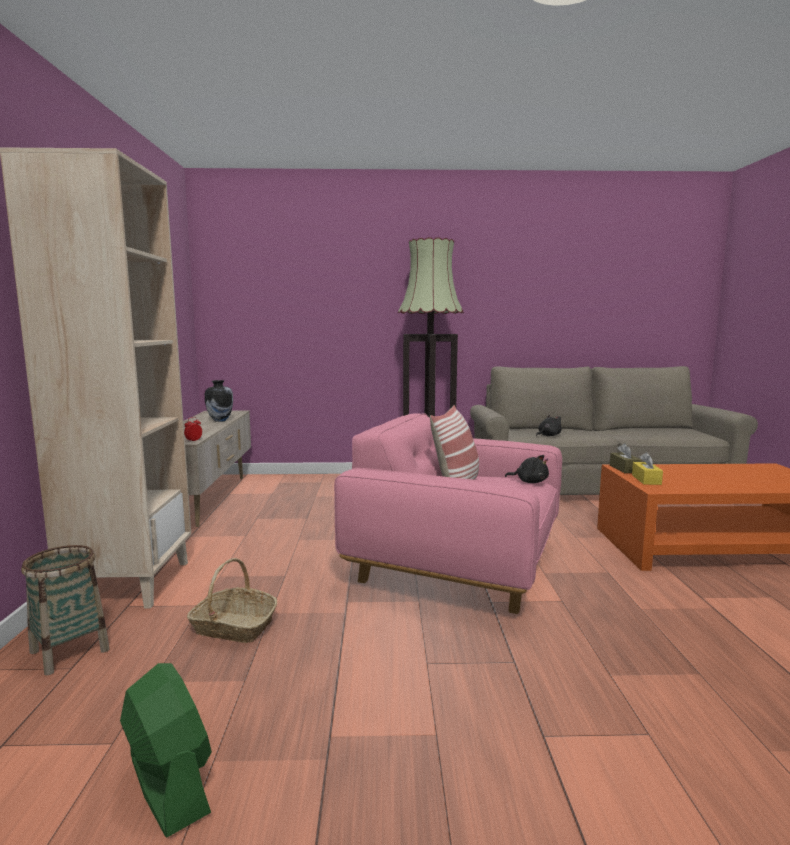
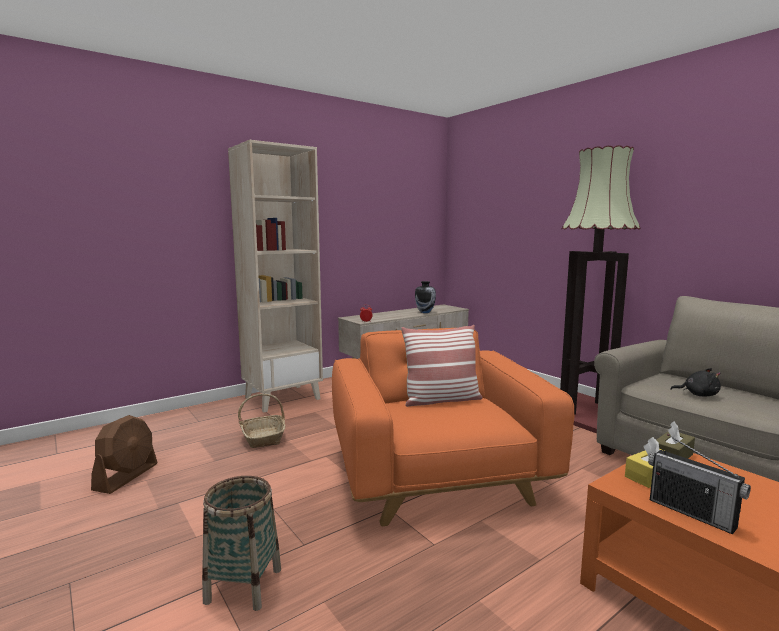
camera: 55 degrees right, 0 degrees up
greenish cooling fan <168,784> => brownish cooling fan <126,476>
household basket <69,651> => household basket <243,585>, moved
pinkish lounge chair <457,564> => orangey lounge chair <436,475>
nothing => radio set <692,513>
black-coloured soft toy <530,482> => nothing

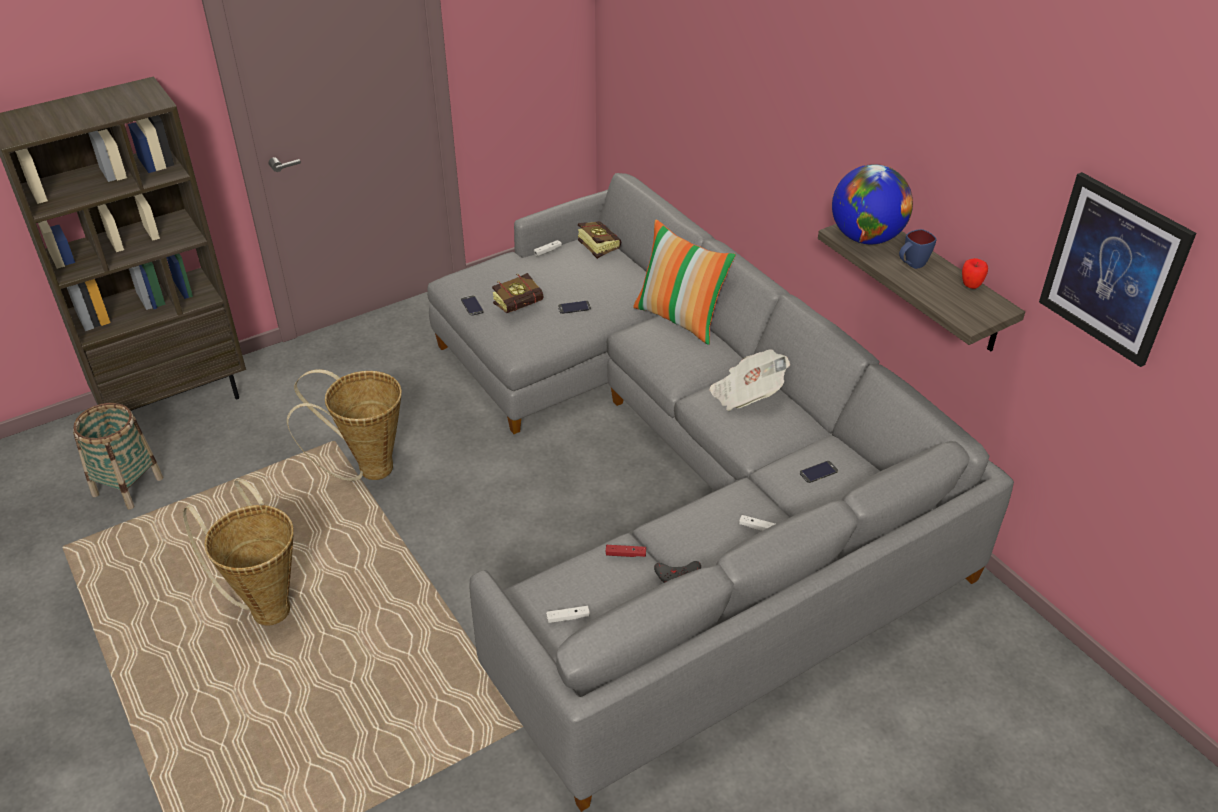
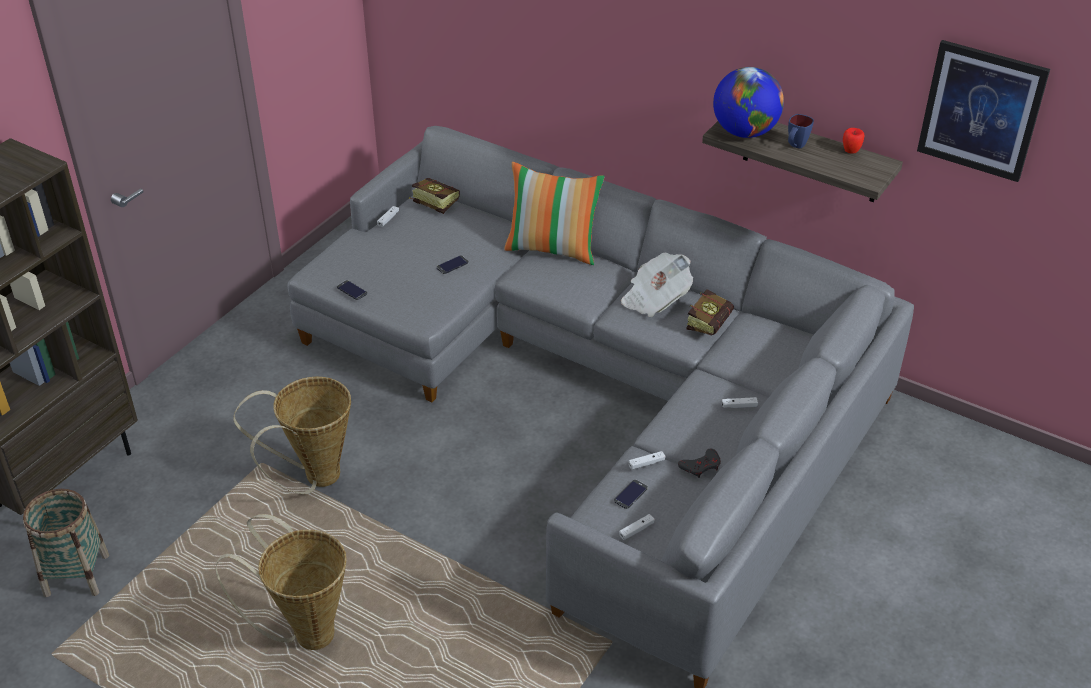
camera: 25 degrees left, 0 degrees up
phone <818,472> => phone <630,494>, moved
reddish game controller <625,554> => white game controller <646,463>
volume <523,305> => volume <711,322>, moved

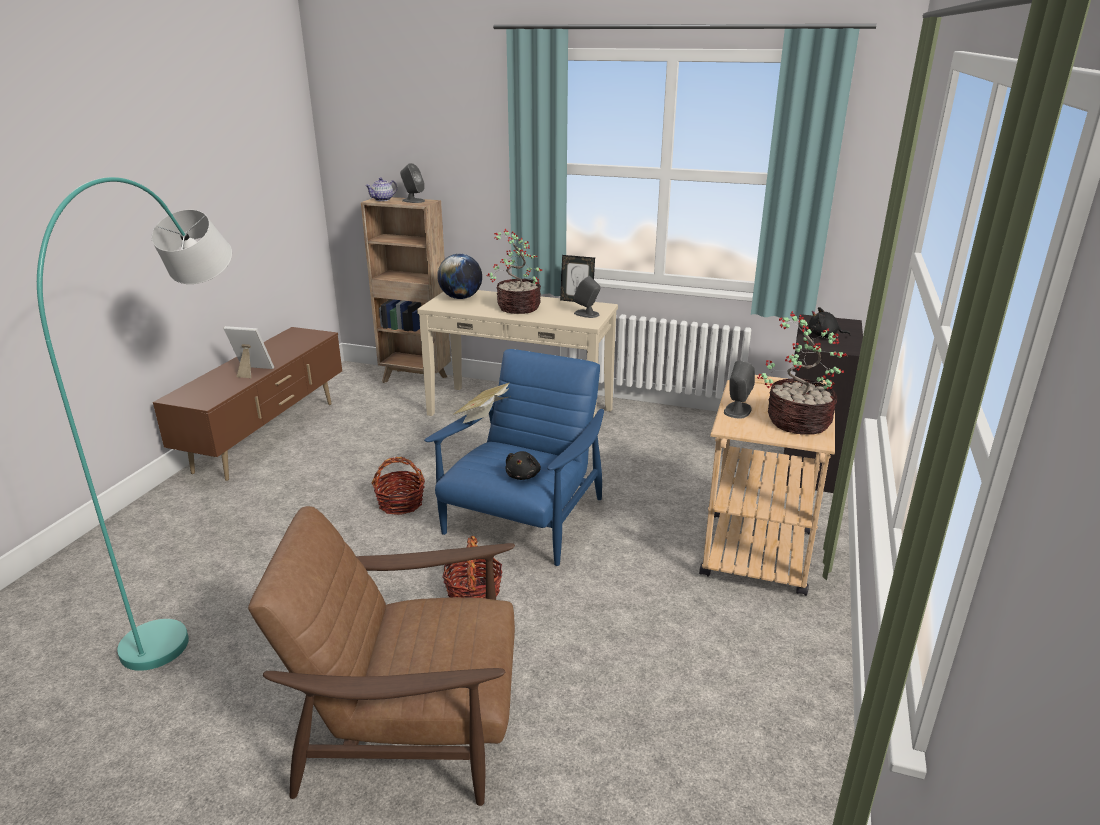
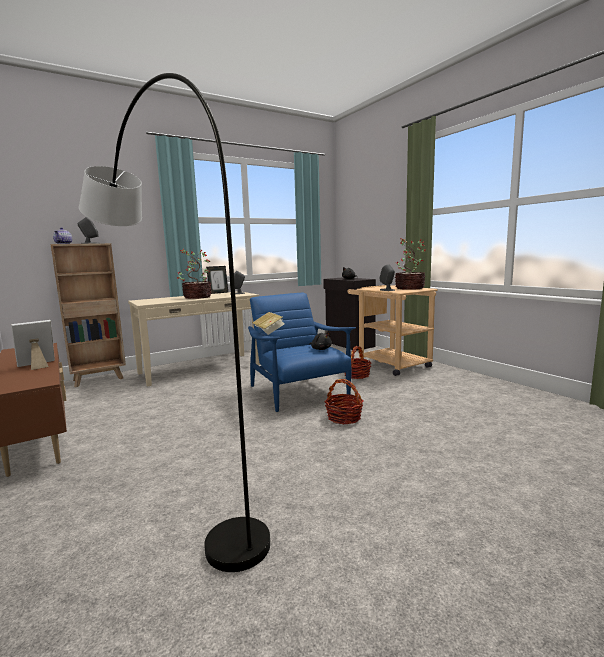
camera: 50 degrees left, 15 degrees down
turquoise standing lamp <211,573> => grey standing lamp <178,496>
household basket <401,503> => household basket <356,375>, moved
brownish lounge chair <411,725> => nothing
globe <461,298> => nothing

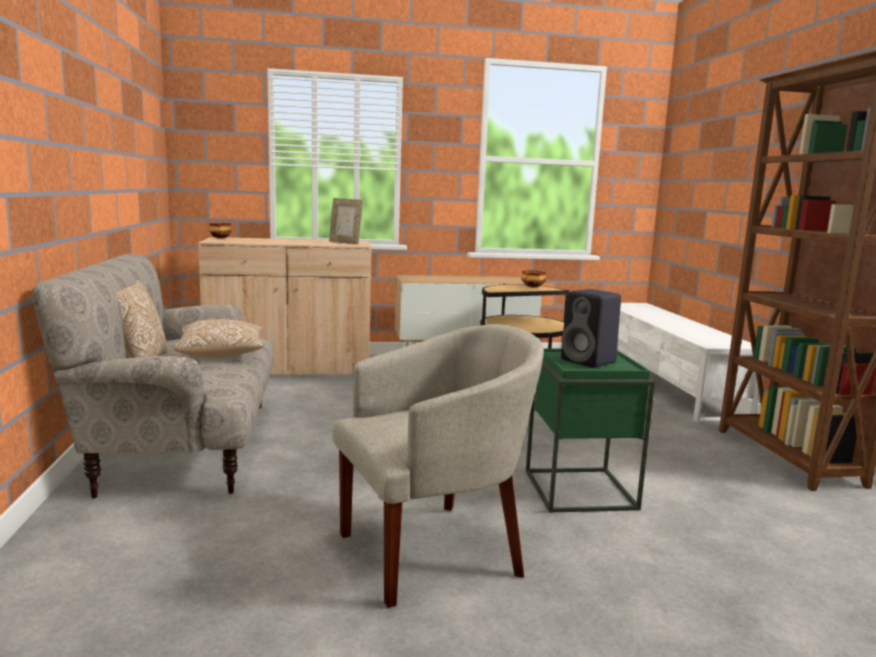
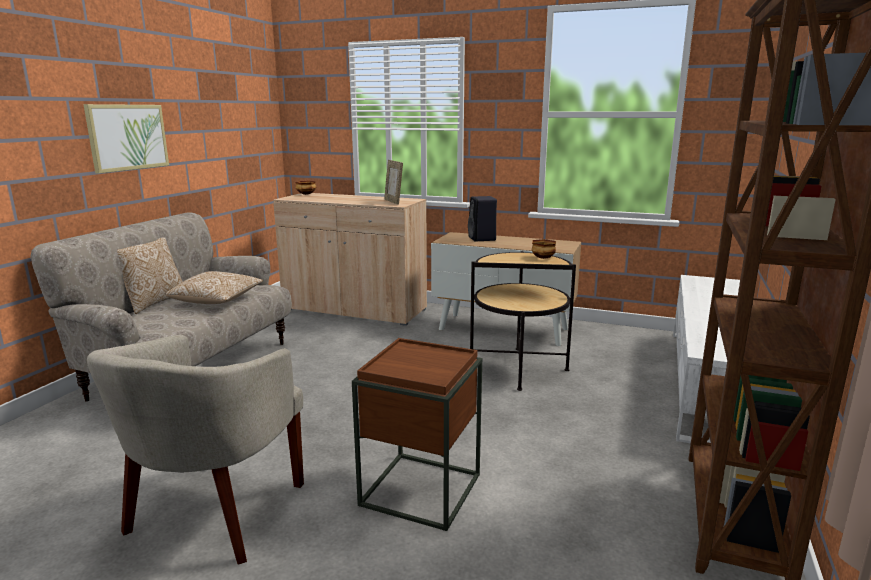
camera: 30 degrees right, 5 degrees up
nothing => picture <127,137>
beige-coloured lounge chair <434,550> => beige-coloured lounge chair <215,513>, 105 degrees clockwise
greenish accent table <580,489> => brownish accent table <421,489>
black-coloured audio speaker <590,361> => black-coloured audio speaker <482,239>, moved

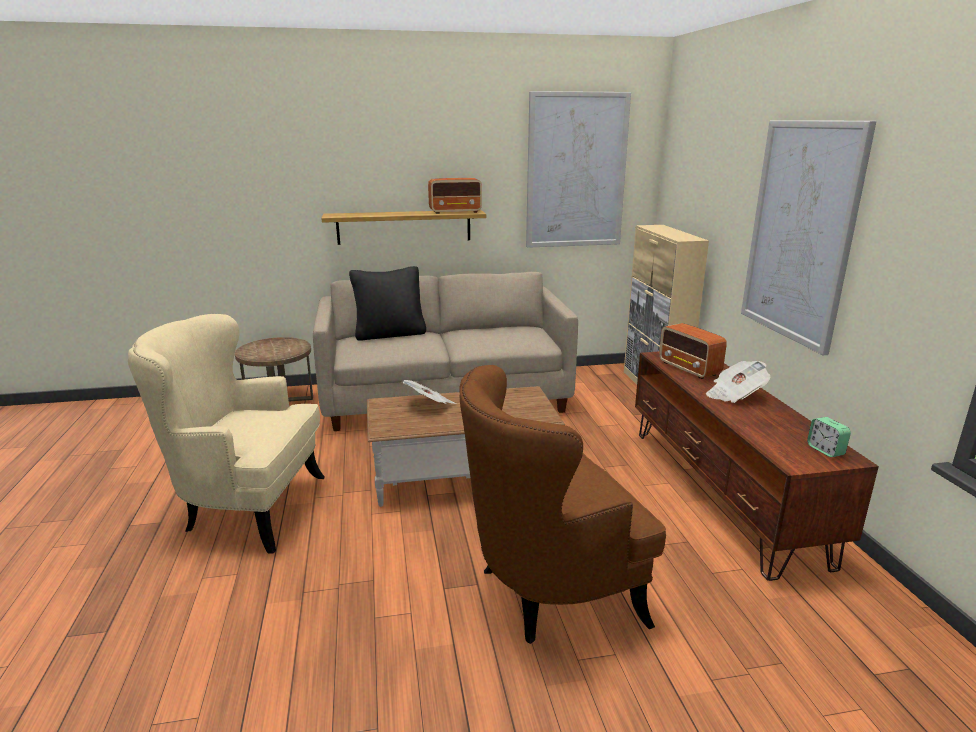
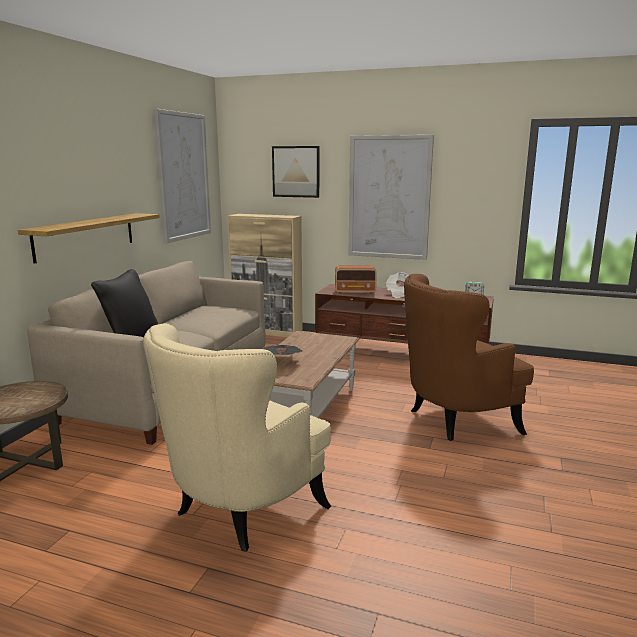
camera: 60 degrees left, 5 degrees down
nothing => picture <296,171>
brownish lounge chair <548,592> => brownish lounge chair <455,420>, 60 degrees clockwise
radio set <455,212> => nothing

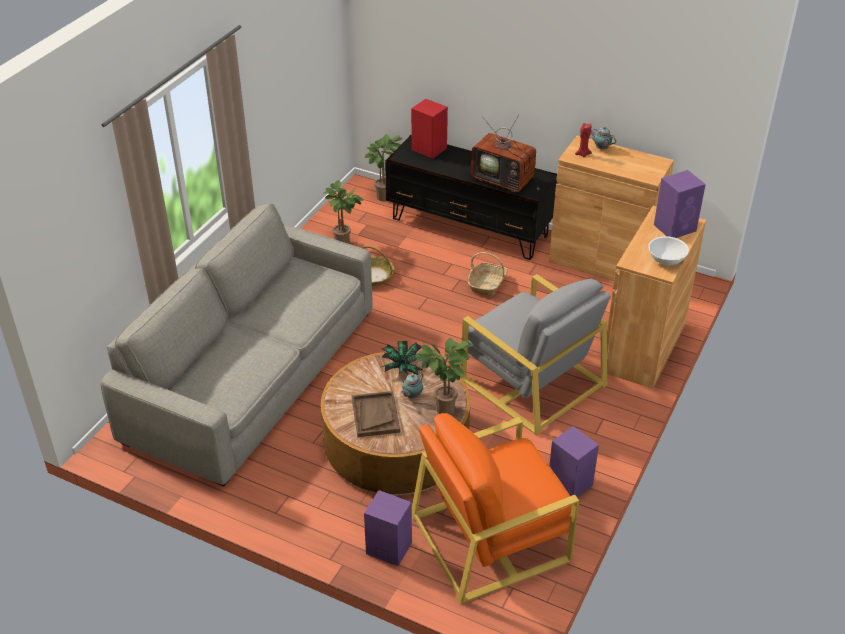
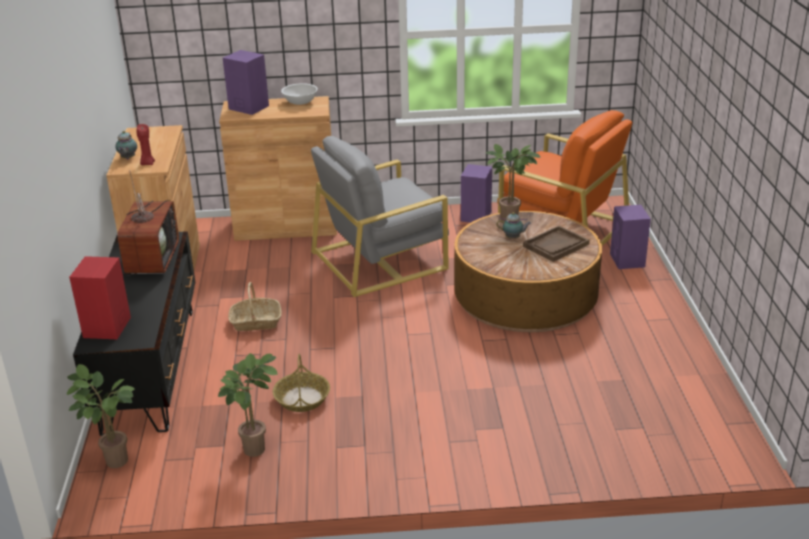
camera: 120 degrees left, 10 degrees down
grey lounge chair <532,381> => grey lounge chair <380,259>, 135 degrees counterclockwise
grey settee <252,375> => nothing
potted plant <403,367> => nothing

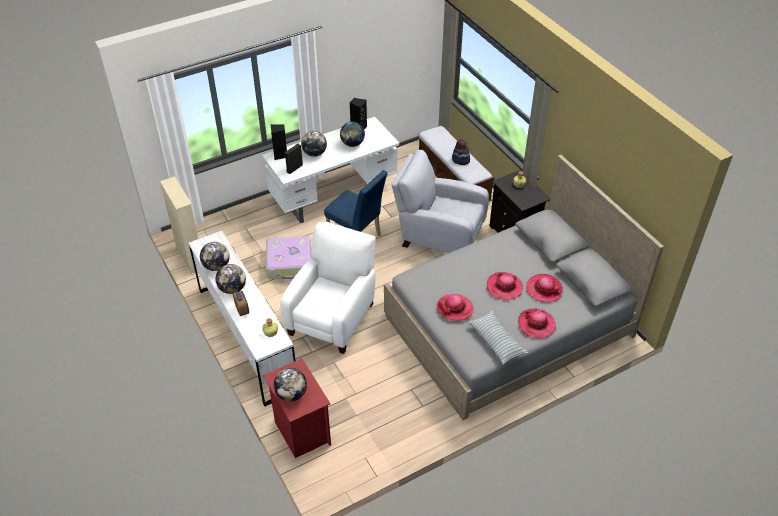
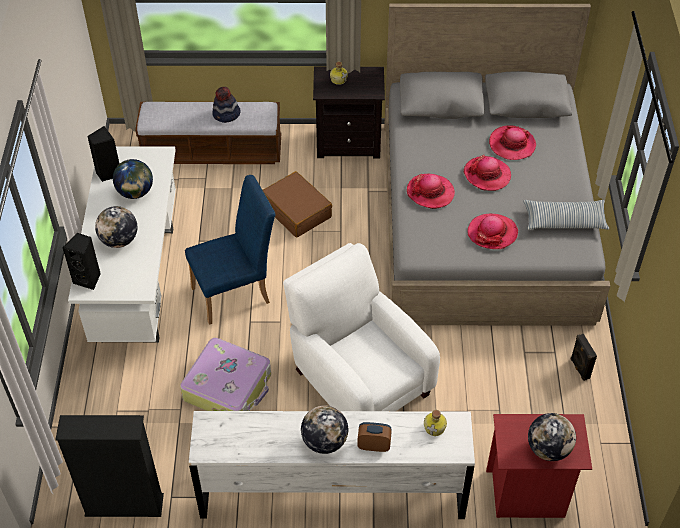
camera: 60 degrees left, 5 degrees up
beige-coloured bookcase <190,258> => black-coloured bookcase <124,505>
grey lounge chair <439,235> => brownish piece of luggage <297,211>
wearable hat <536,324> => wearable hat <430,192>, moved
black-coloured audio speaker <294,168> => black-coloured audio speaker <579,368>, moved
globe <216,266> => nothing

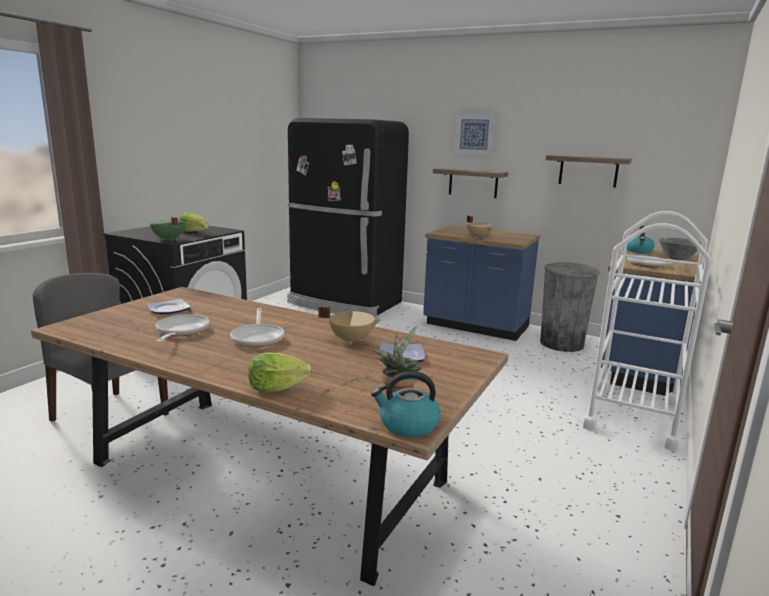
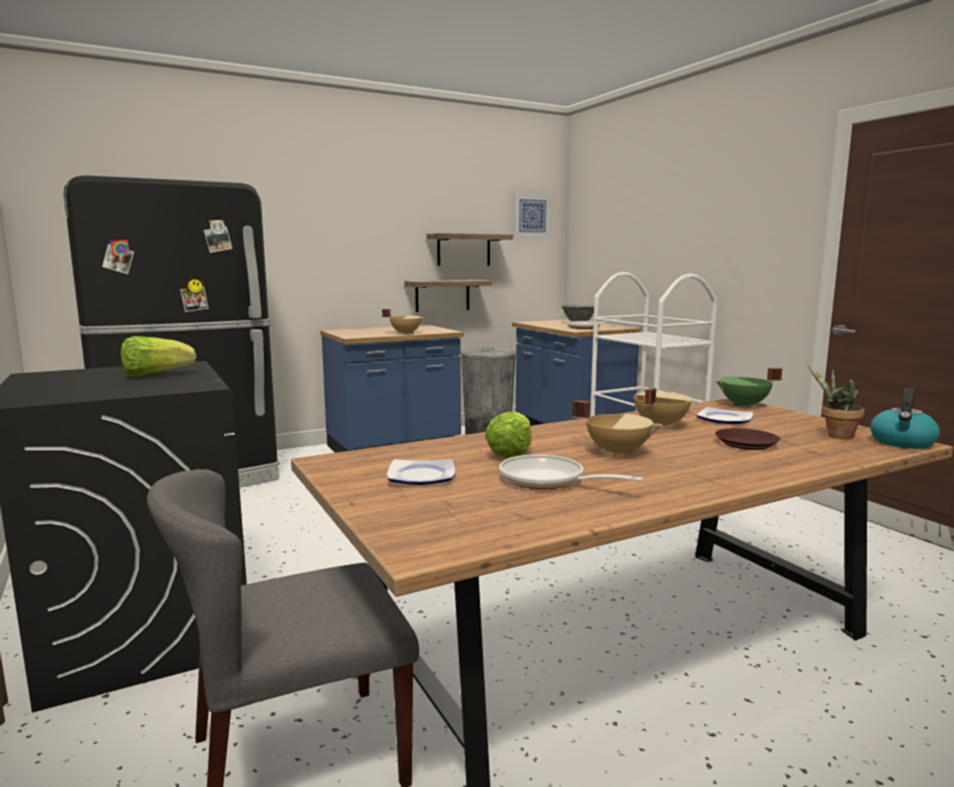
camera: 55 degrees left, 5 degrees down
shelf <473,183> => shelf <442,295>, moved
lettuce <276,388> => lettuce <510,454>, moved
picture <474,134> => picture <531,215>, moved
skillet <258,338> => beige-coloured saucepot <617,452>
nothing => brownish flat dish <747,443>
greenish saucepot <168,239> => greenish saucepot <744,405>, moved
water kettle <638,251> => nothing

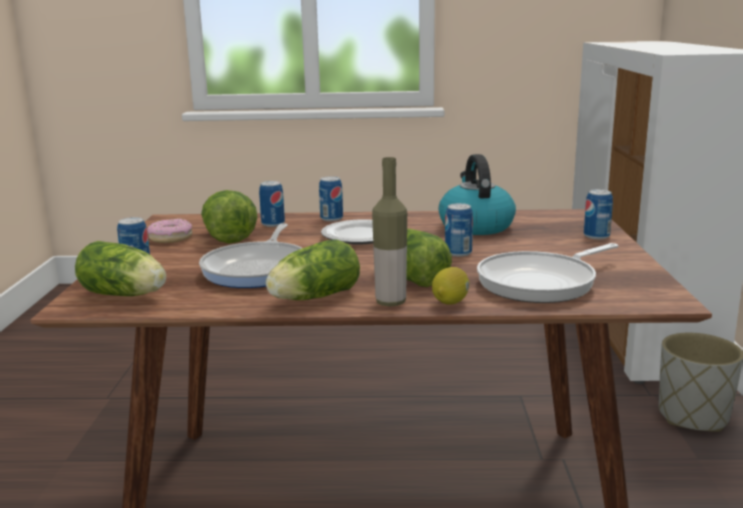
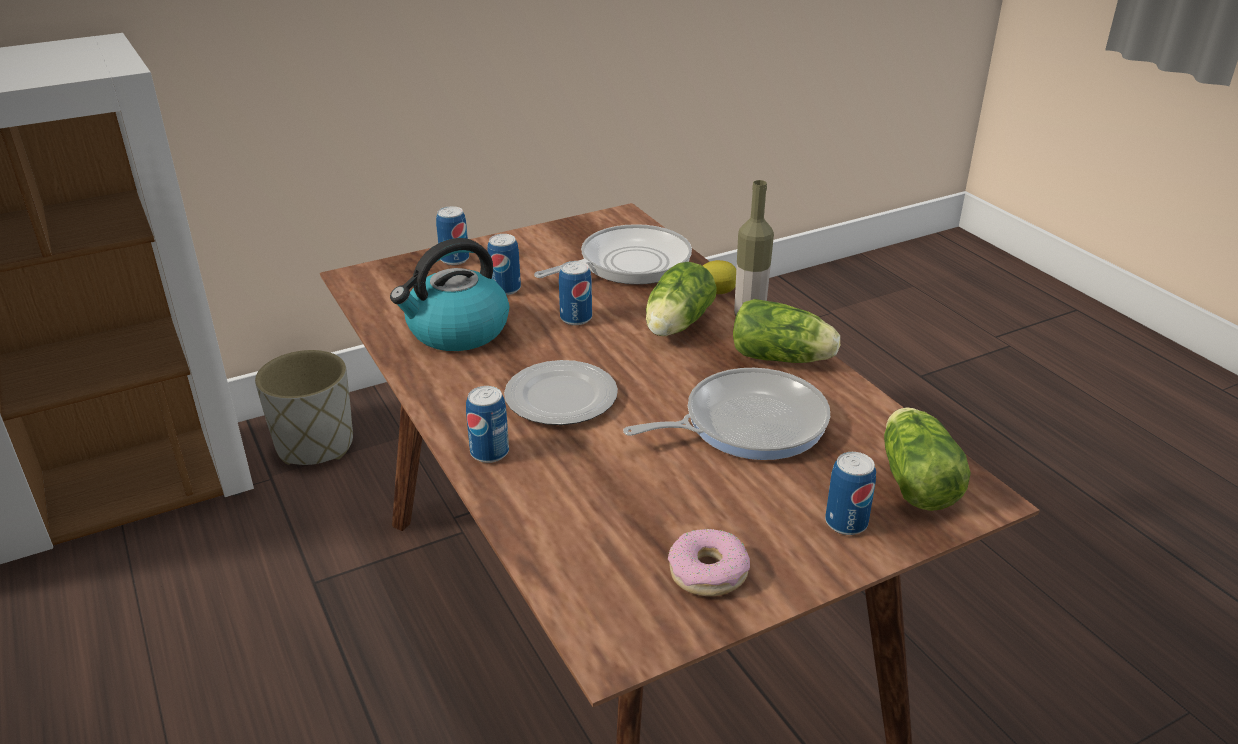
camera: 120 degrees left, 15 degrees up
sealed can <273,224> => sealed can <505,289>, moved
skillet <541,283> => skillet <628,264>, 60 degrees counterclockwise
lettuce <228,236> => nothing

